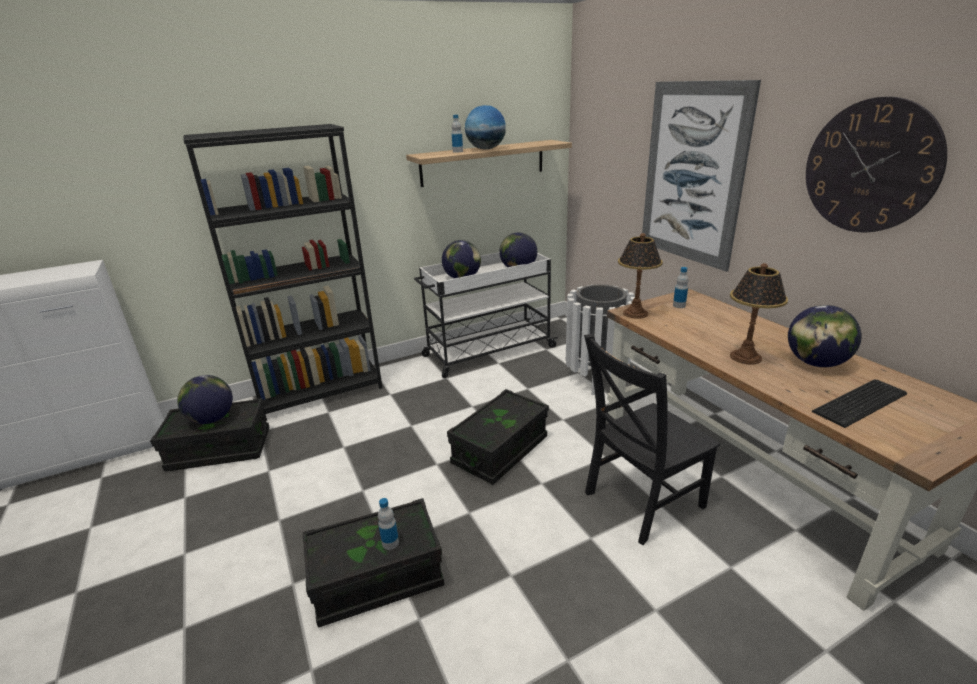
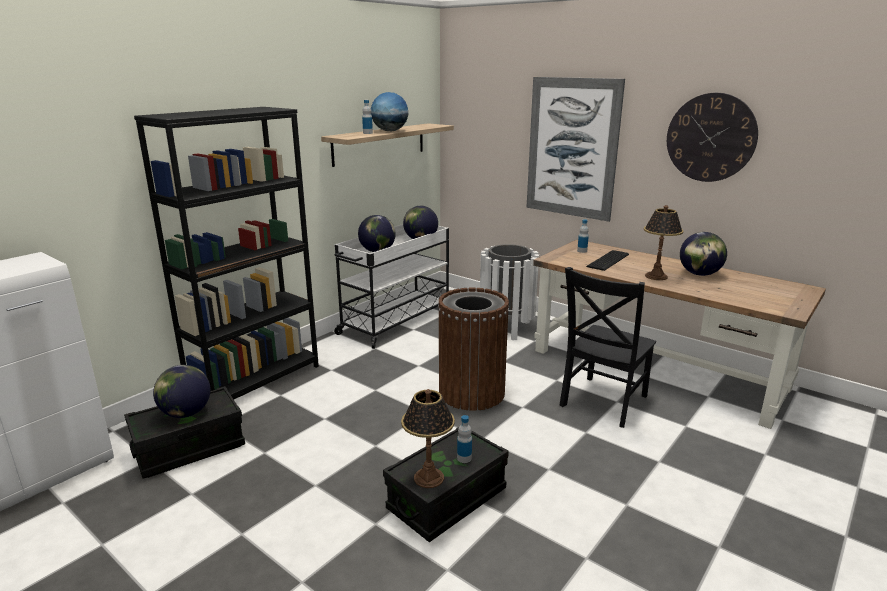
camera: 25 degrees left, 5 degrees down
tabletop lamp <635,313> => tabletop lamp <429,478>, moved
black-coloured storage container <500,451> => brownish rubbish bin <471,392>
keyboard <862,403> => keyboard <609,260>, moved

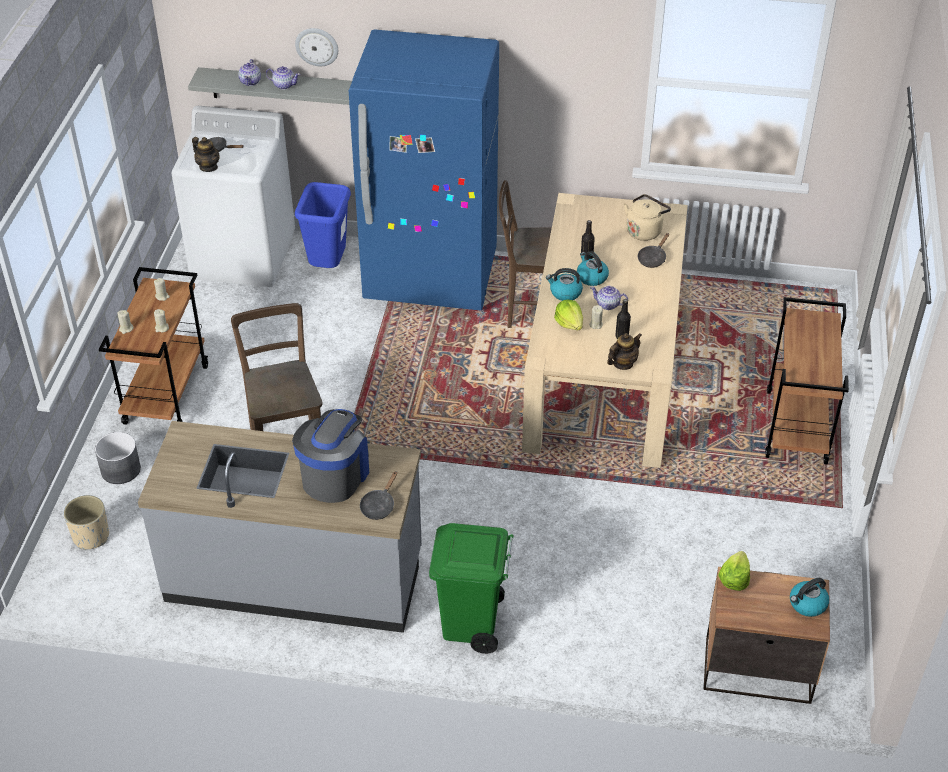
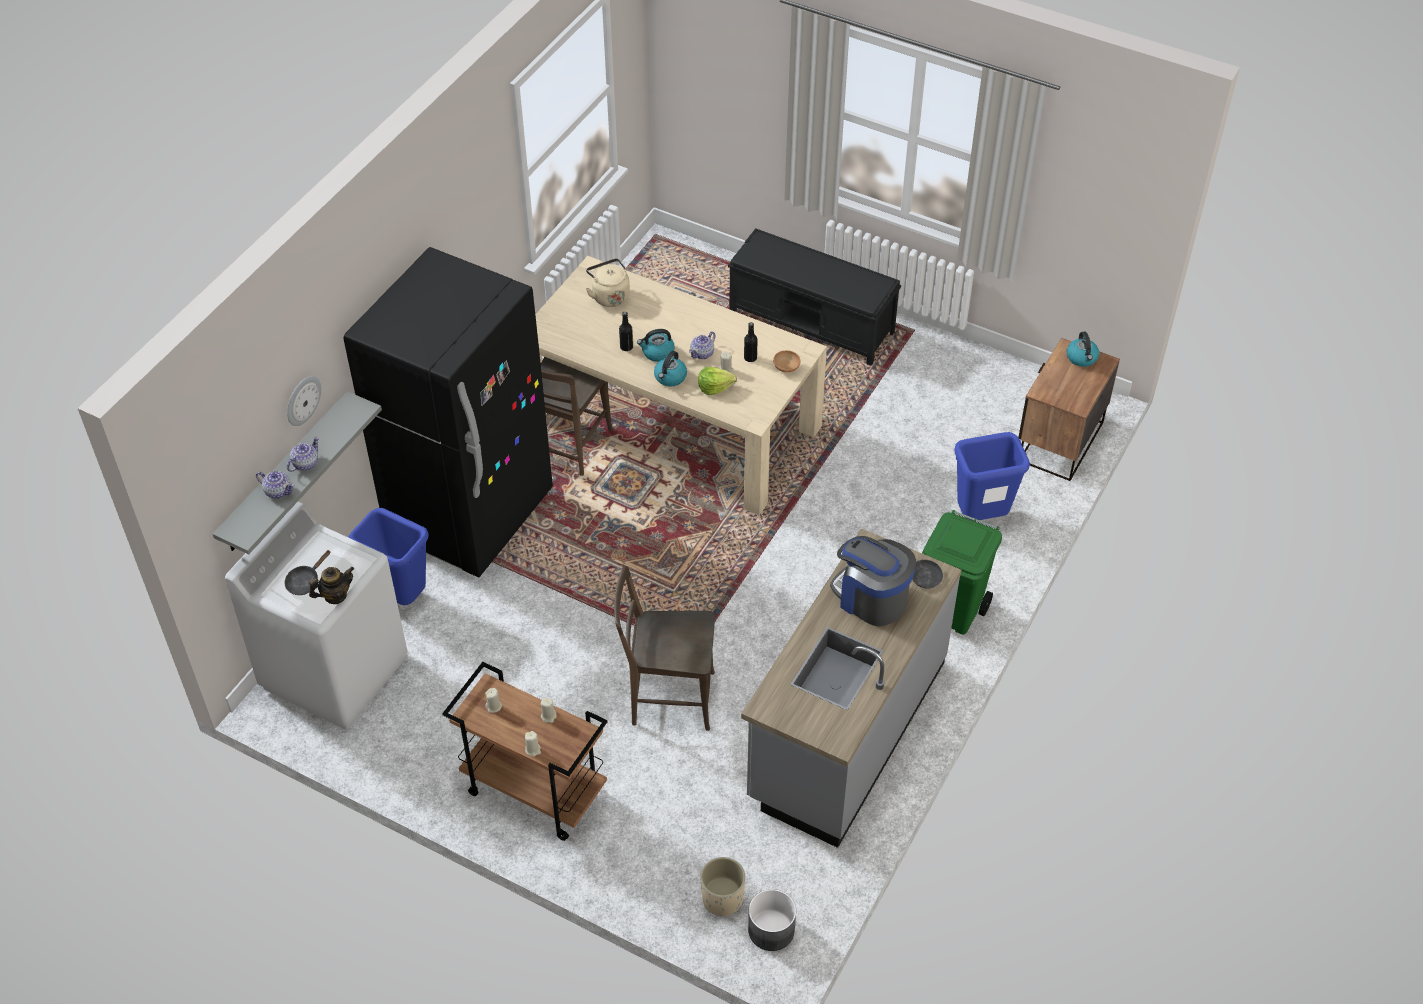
camera: 70 degrees left, 5 degrees up
blue kitchen fridge <431,278> => black-coloured kitchen fridge <471,515>
brownish trolley <797,427> => black-coloured bench <812,323>
grey planter <121,469> => grey planter <771,929>, moved
pot for tea <623,363> => brownish serving bowl <786,368>
nothing => blue rubbish bin <982,517>
black-coloured skillet <653,258> => nothing
lettuce <734,579> => nothing

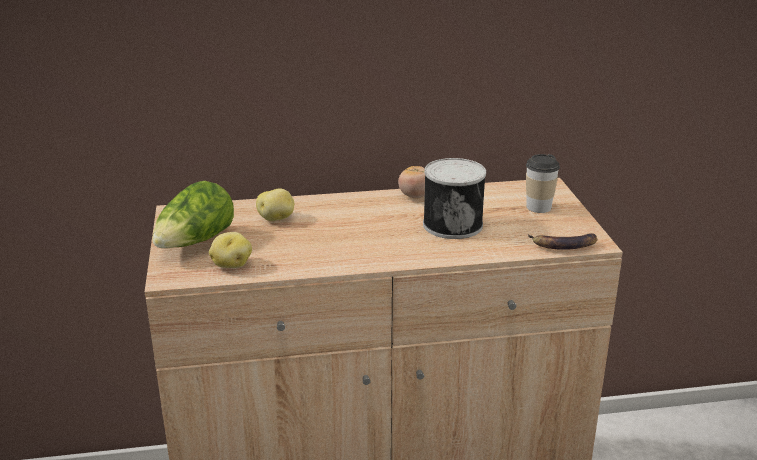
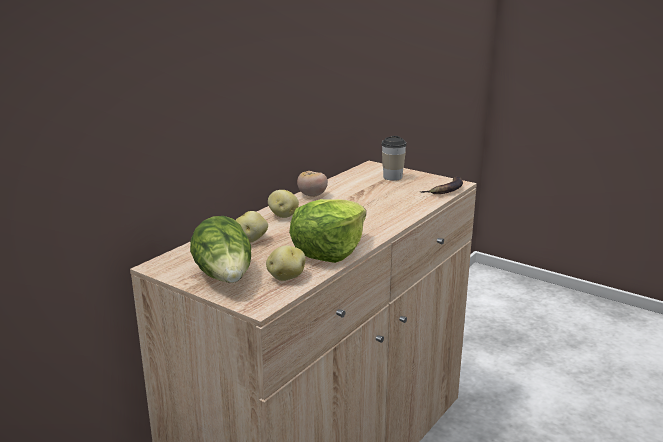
camera: 45 degrees left, 5 degrees down
nothing => spud <282,216>
nothing => lettuce <329,251>
sealed can <453,224> => nothing

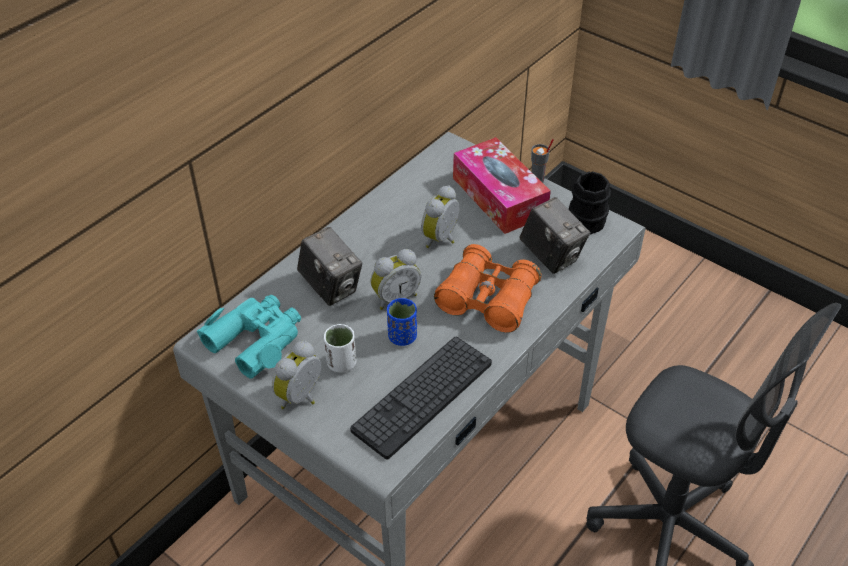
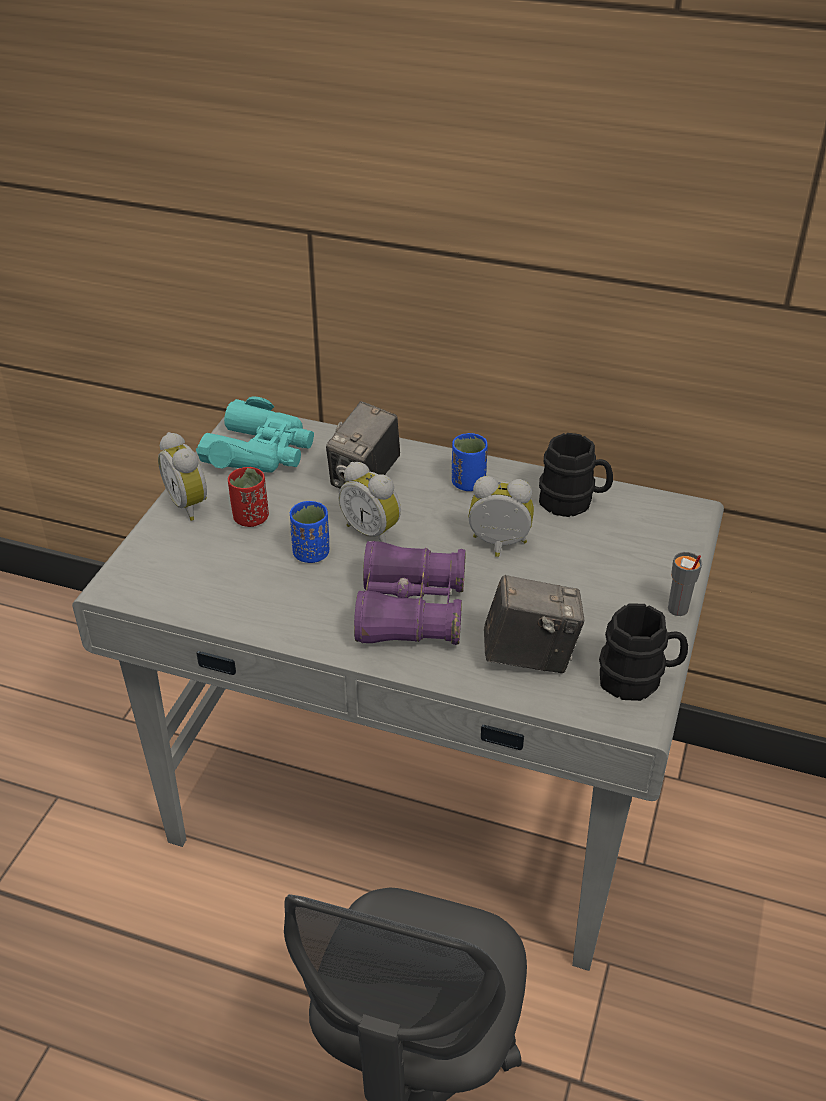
camera: 70 degrees right, 5 degrees down
alarm clock <302,398> => alarm clock <190,504>, 135 degrees counterclockwise
white drinking cup <341,363> => reddish drinking cup <251,518>
orangey field glasses <488,299> => purple field glasses <410,611>
nothing => blue drinking cup <468,483>
still camera <551,256> => still camera <529,655>, 120 degrees counterclockwise
nothing => black-coloured tea mug <573,502>
keyboard <423,396> => nothing
tissue holder <499,197> => nothing

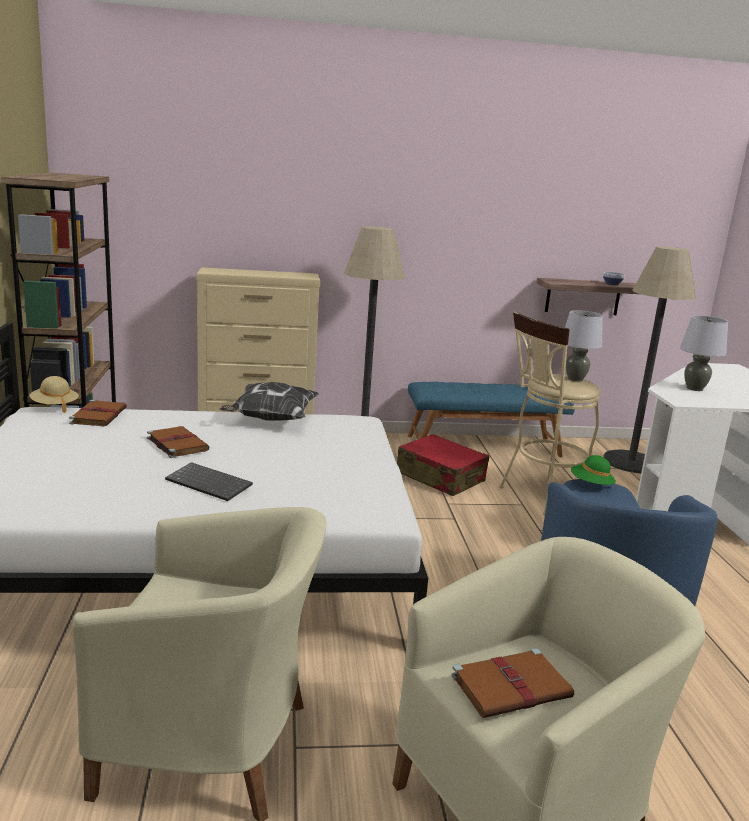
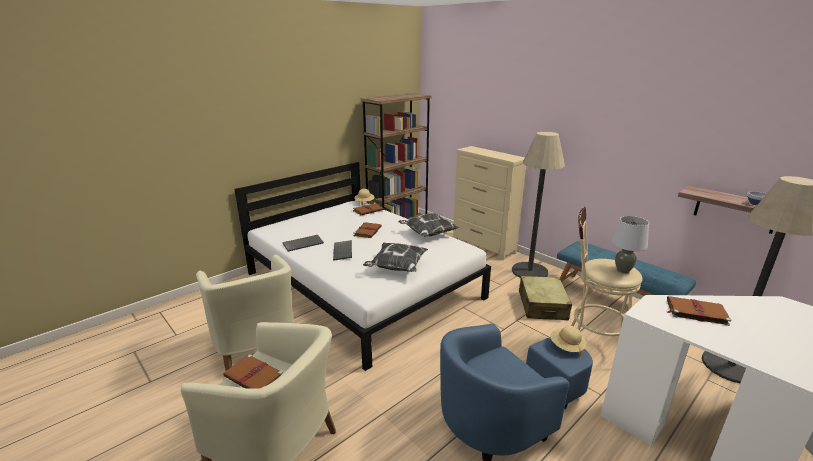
camera: 55 degrees right, 5 degrees up
nothing => keyboard <303,243>
nothing => pillow <396,268>
reddish piece of luggage <440,477> => beige-coloured piece of luggage <542,306>
greenish wearable hat <591,485> => beige-coloured wearable hat <566,347>
grey tabletop lamp <694,388> => brownish volume <695,312>

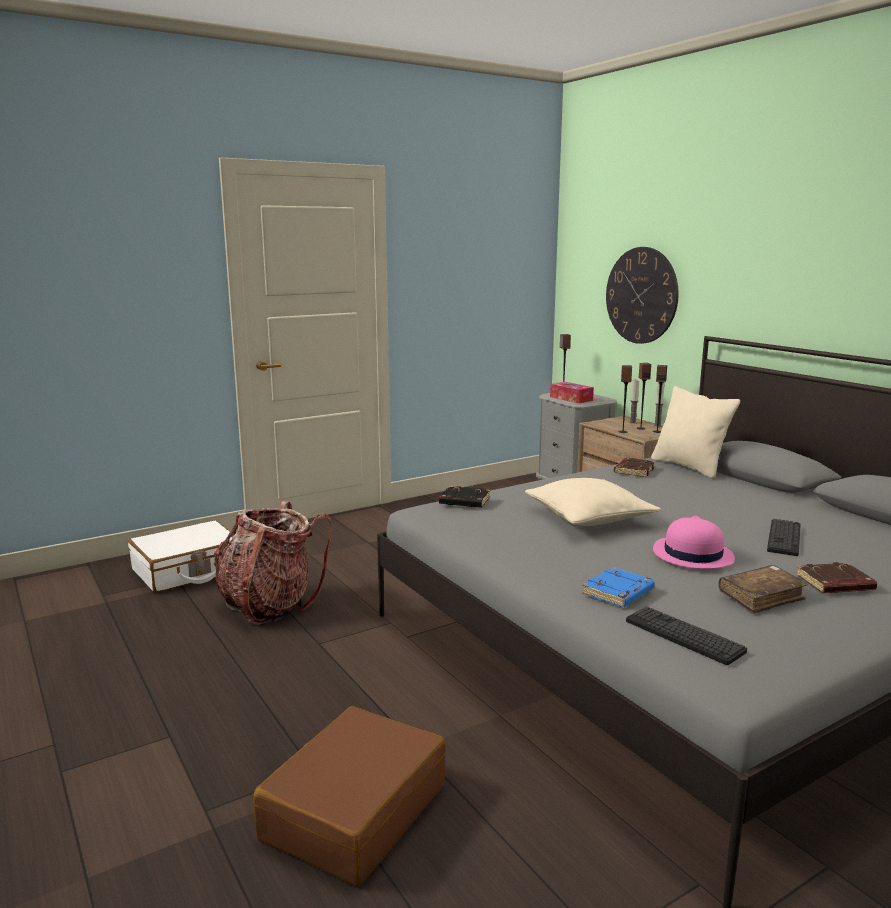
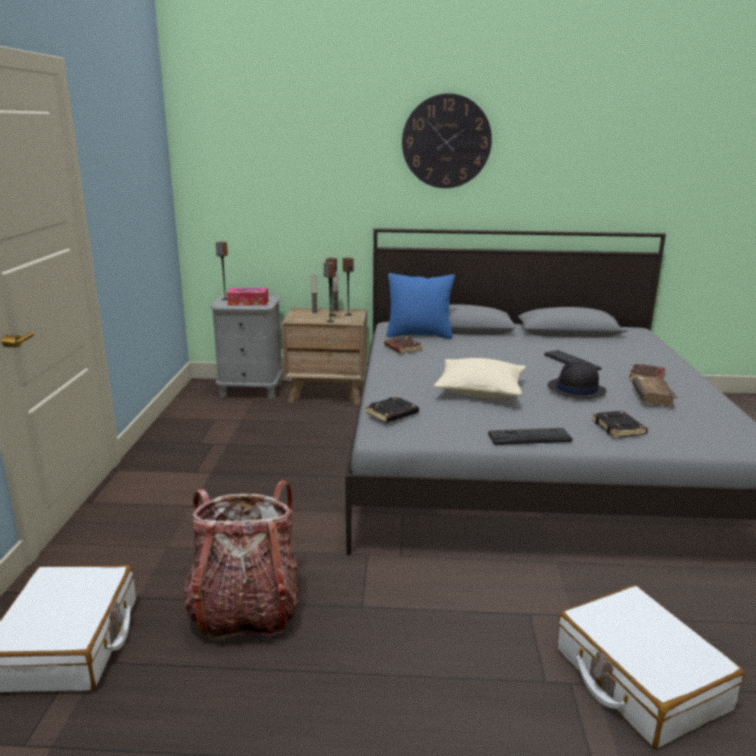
camera: 55 degrees left, 5 degrees up
beige-coloured pillow <689,467> => blue pillow <419,335>
wall clock <641,295> => wall clock <446,141>, moved
keyboard <684,636> => keyboard <529,437>, moved
pinkish wearable hat <692,554> => black-coloured wearable hat <576,389>
brownish piece of luggage <354,811> => white piece of luggage <639,679>
blue volume <618,593> => black-coloured volume <619,428>

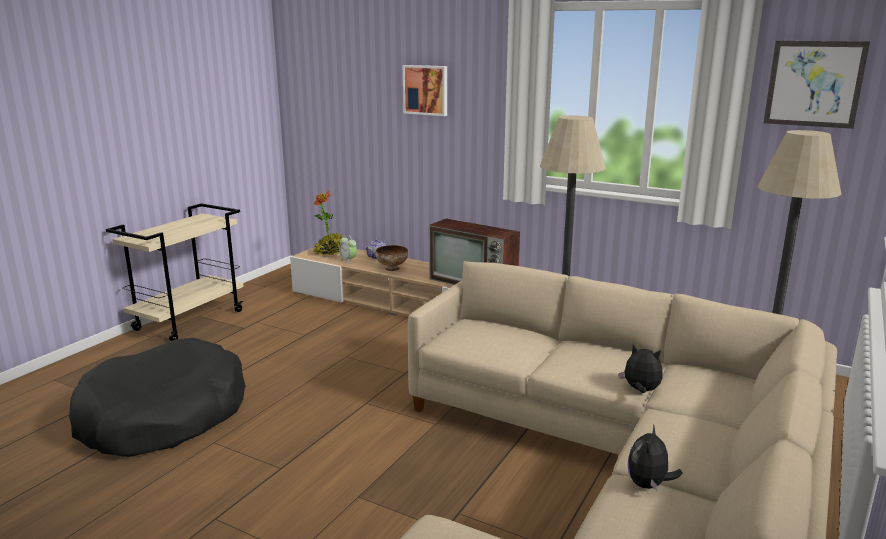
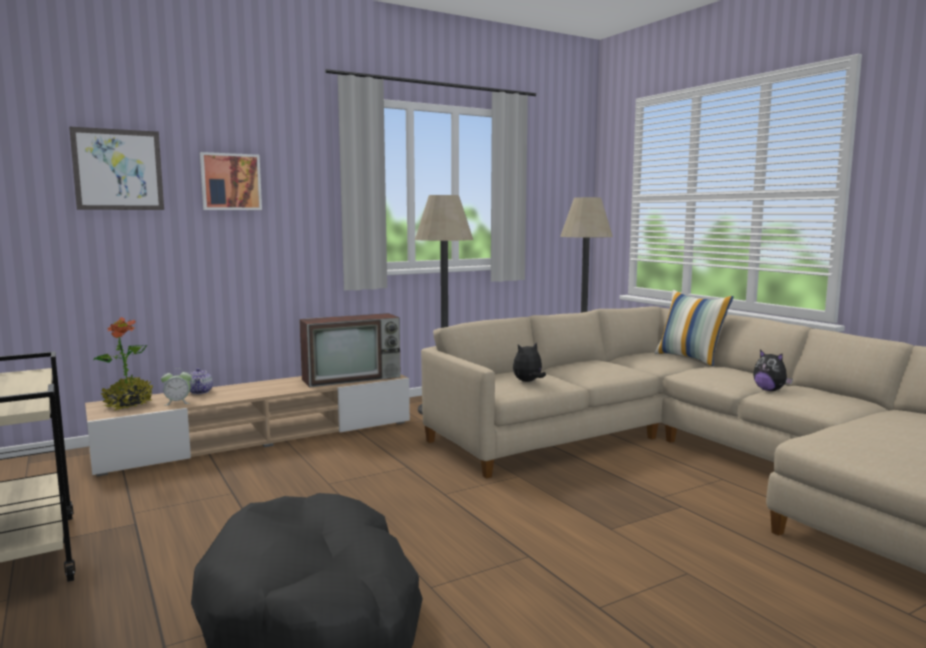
camera: 60 degrees left, 10 degrees down
picture <814,84> => picture <118,170>, moved
soft toy <640,390> => soft toy <528,382>, moved
nothing => pillow <690,358>
serving bowl <391,268> => nothing

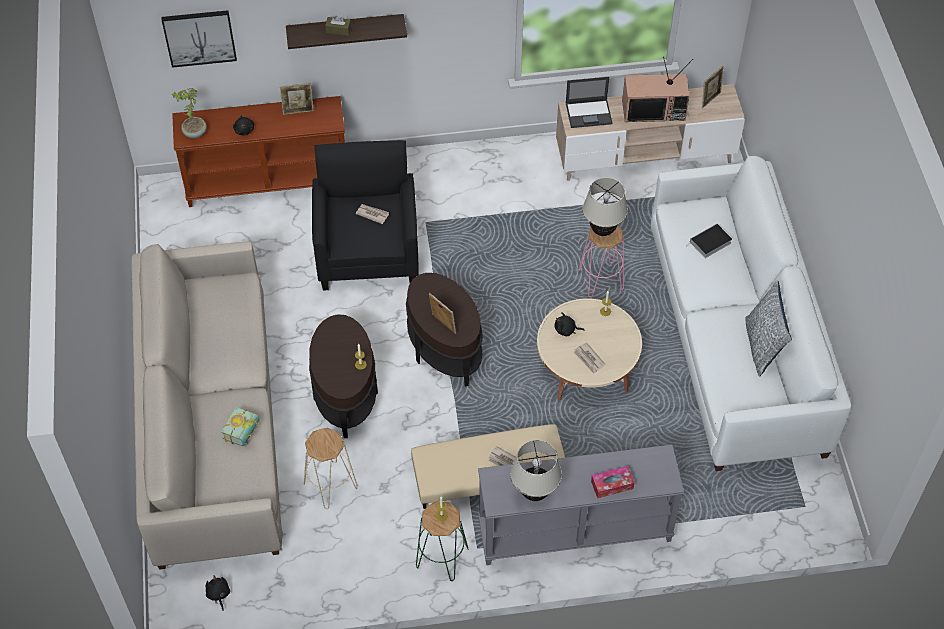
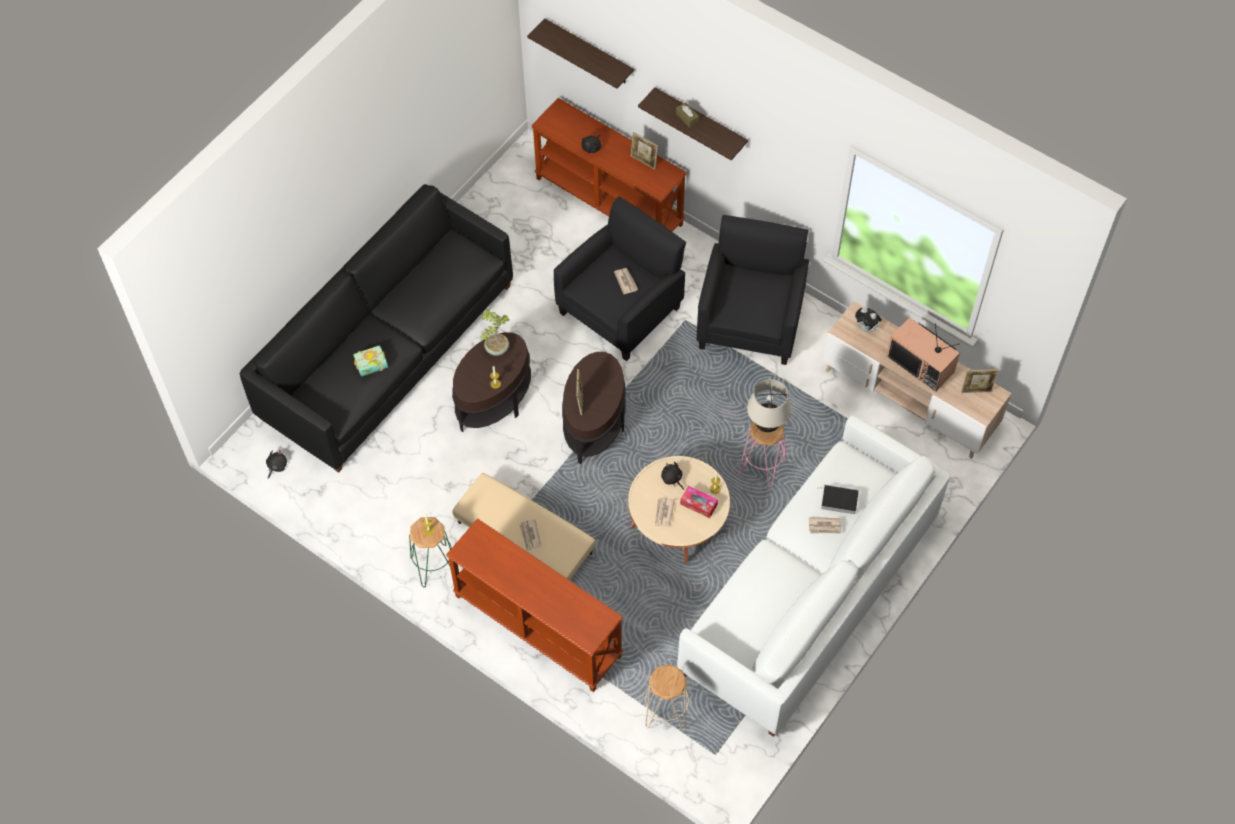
camera: 45 degrees right, 5 degrees up
beige-coloured settee <212,427> => black-coloured settee <387,351>
grey hall table <574,532> => brownish hall table <536,627>
potted plant <194,133> => potted plant <496,348>, moved
picture <199,37> => shelf <589,52>
beige-coloured stool seat <331,485> => beige-coloured stool seat <666,712>, moved
tissue holder <612,485> => tissue holder <698,504>, moved
nothing => black-coloured lounge chair <750,321>
nothing => daily paper <824,526>
laptop <589,113> => soft toy <866,328>
beige-coloured tabletop lamp <534,493> => nothing
pillow <762,346> => nothing

